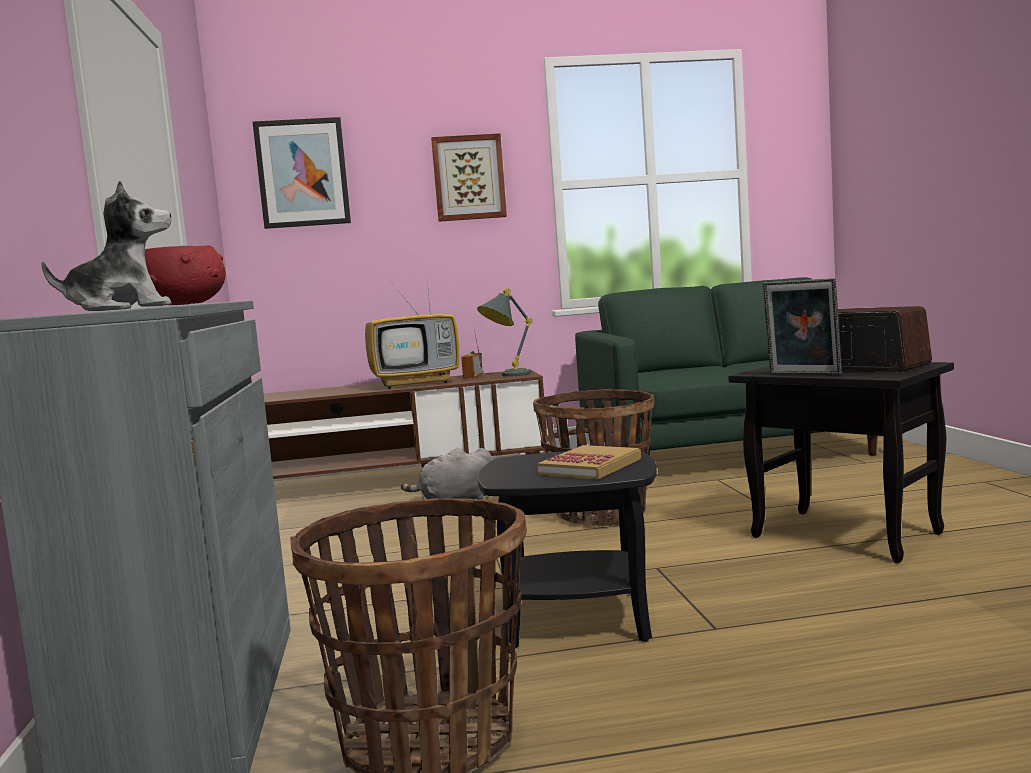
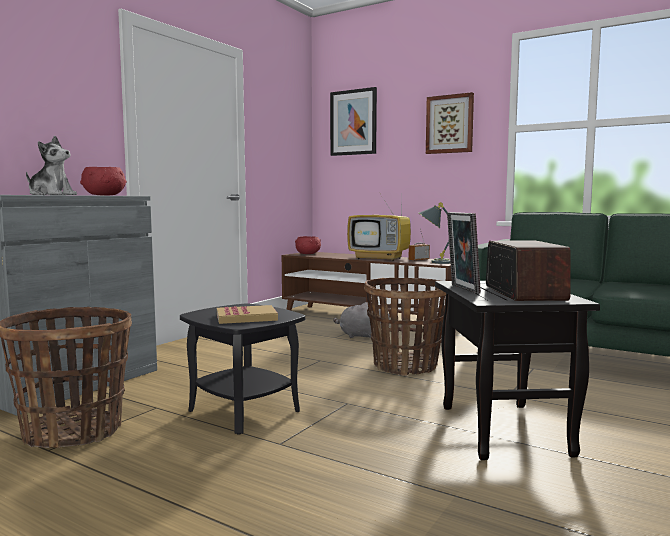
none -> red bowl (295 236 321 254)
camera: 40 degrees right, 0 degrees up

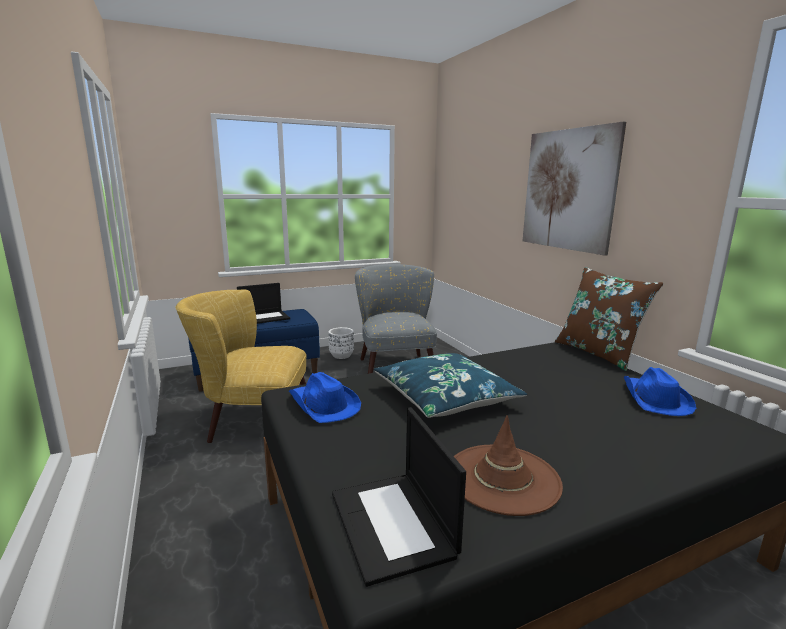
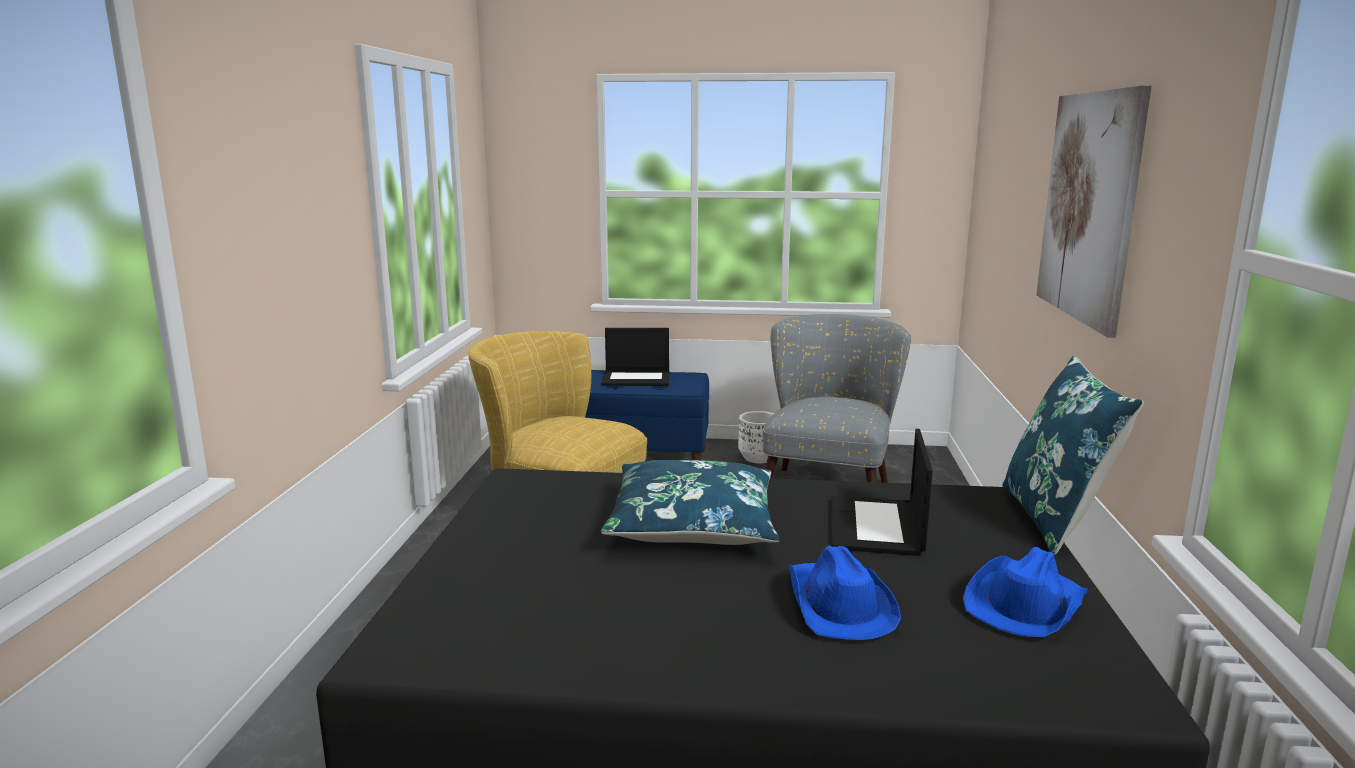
blue hat (289 372 361 423) -> blue hat (788 546 901 640), relocated
laptop (332 407 466 587) -> laptop (831 429 933 556), relocated
brown hat (454 416 563 516) -> none
brown pillow (555 267 664 371) -> blue pillow (1002 356 1144 555)
camera: 30 degrees right, 0 degrees up

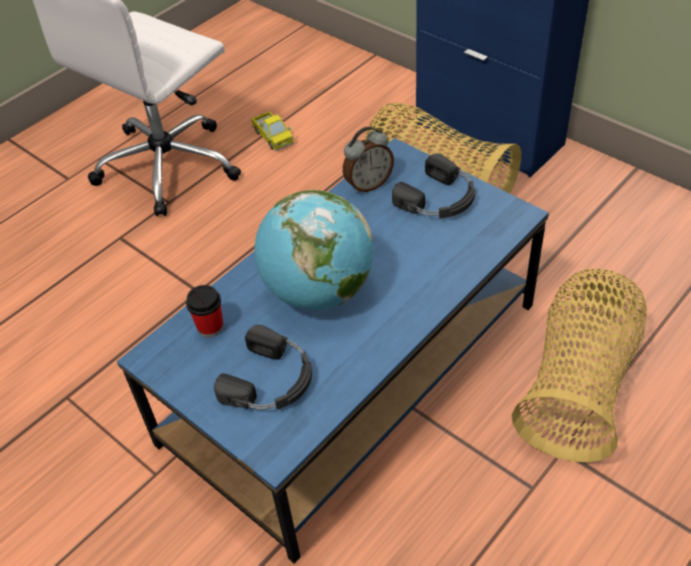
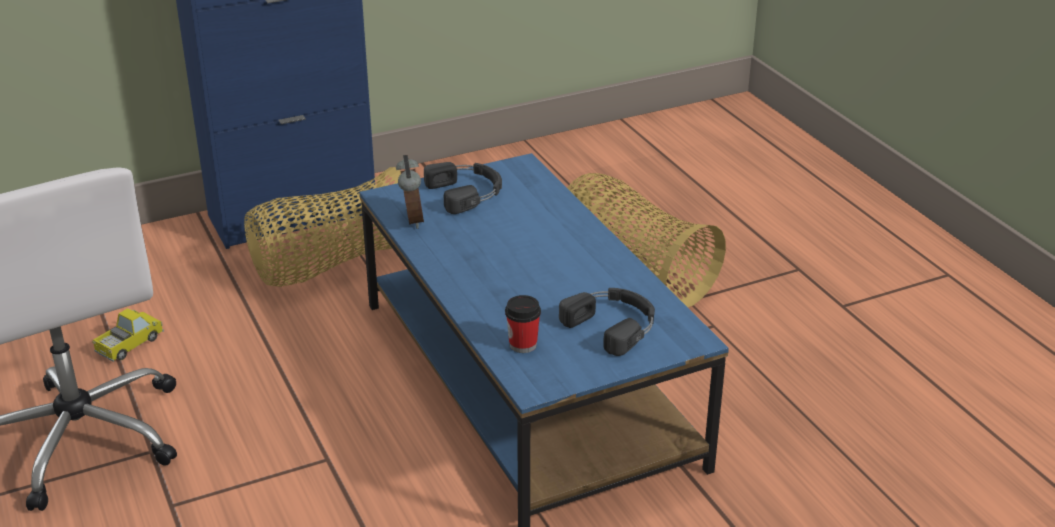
toy truck (251 111 294 151) -> toy truck (92 308 164 362), 45 degrees counterclockwise
globe (254 190 373 310) -> none
camera: 70 degrees left, 15 degrees down

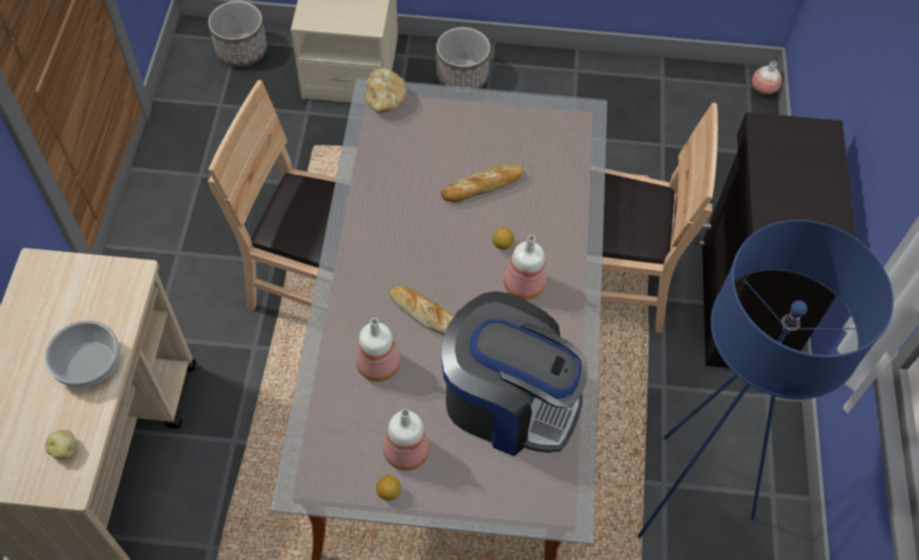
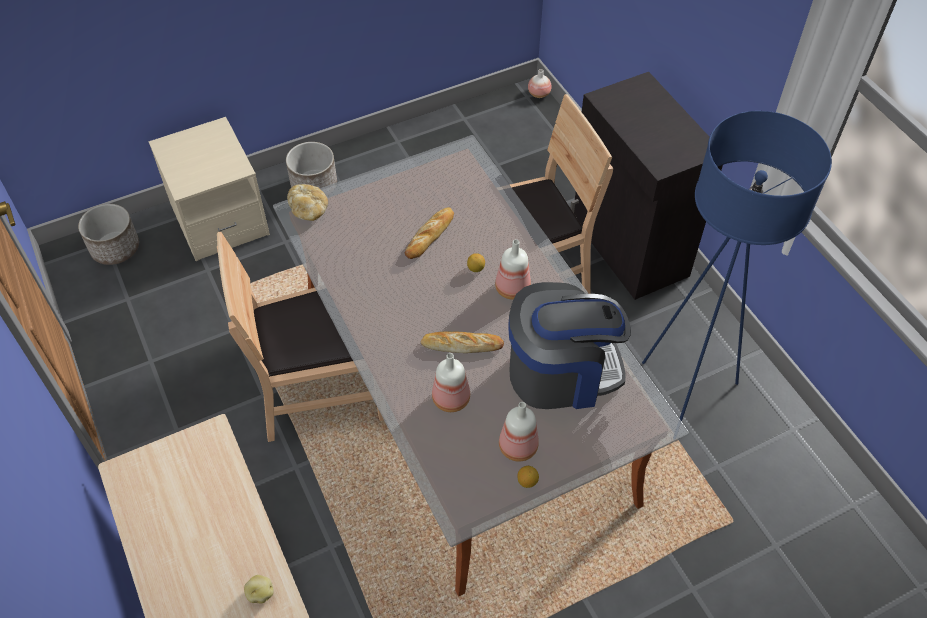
bowl (45 321 120 388) -> none
camera: 30 degrees left, 5 degrees down

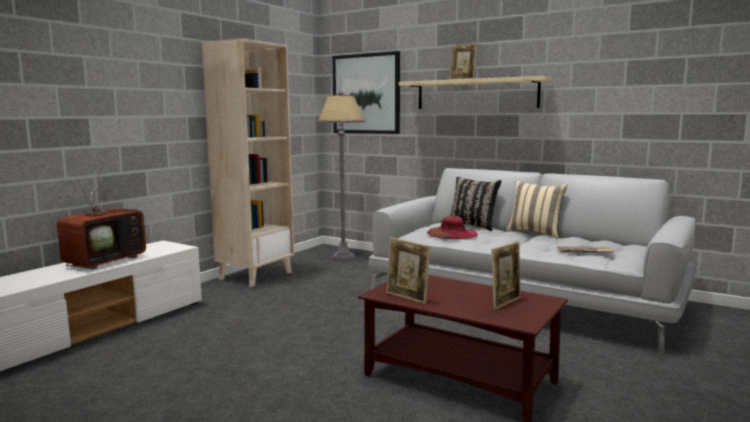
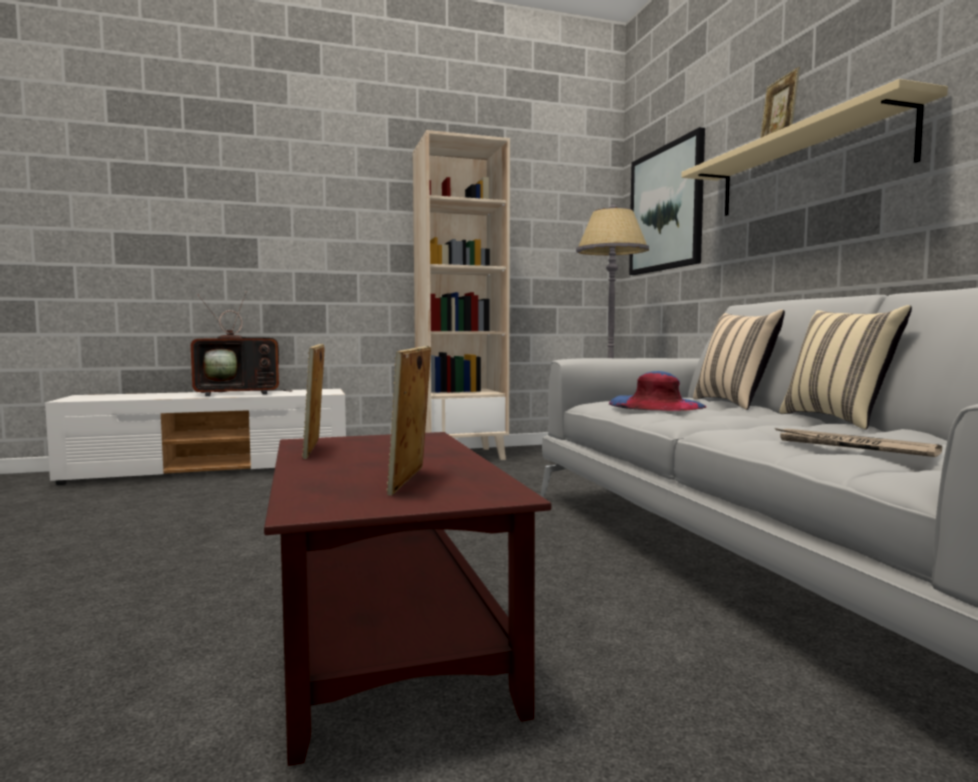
brown hat (427 215 478 239) -> blue hat (609 371 707 411)
black pillow (450 177 501 231) -> beige pillow (693 309 785 410)
picture frame (491 241 521 310) -> picture frame (386 346 431 495), 105 degrees clockwise
camera: 40 degrees right, 5 degrees down

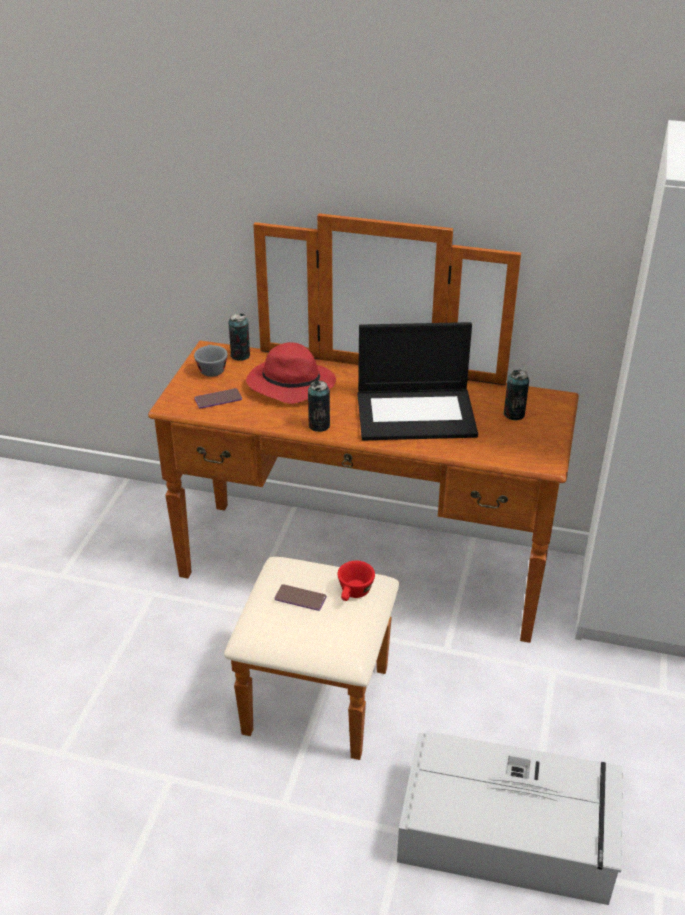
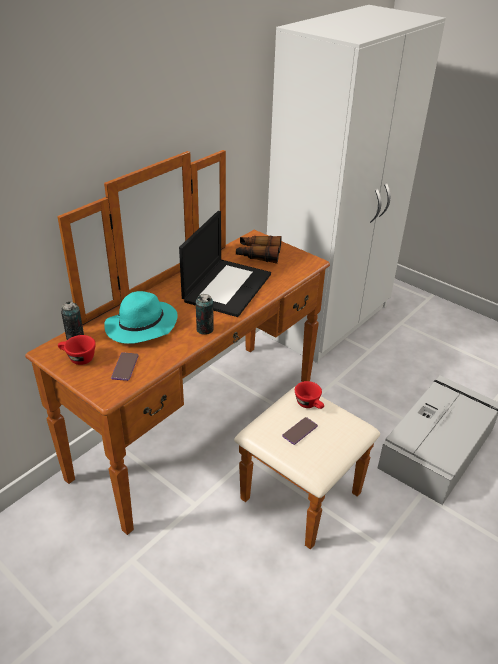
grey cup (194 345 228 377) -> red cup (58 335 96 365)
red hat (246 342 336 404) -> turquoise hat (104 291 178 344)
can (503 370 529 420) -> binoculars (236 236 282 264)
camera: 65 degrees left, 0 degrees up

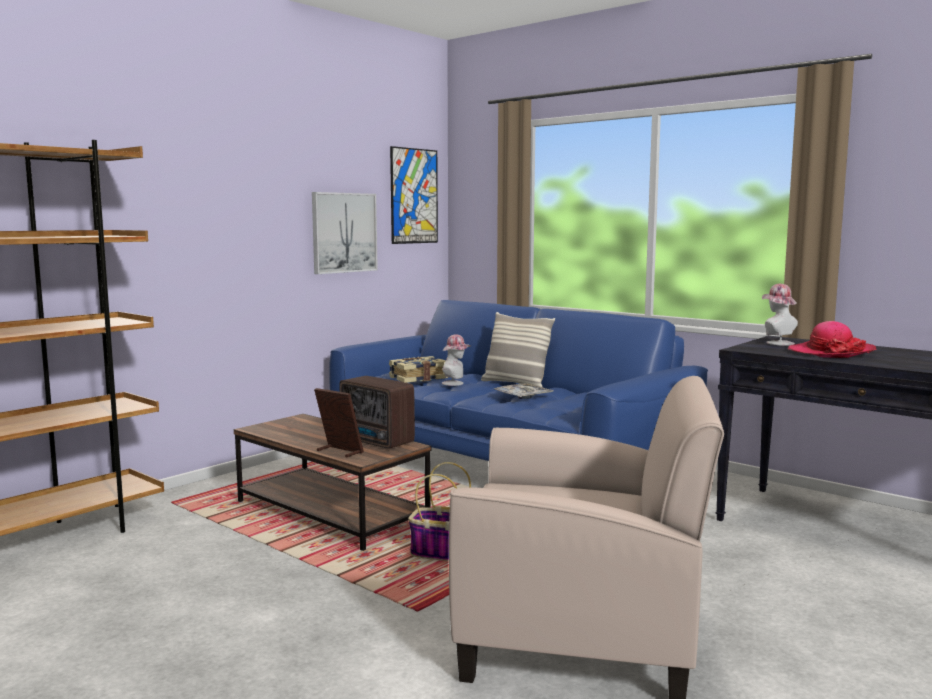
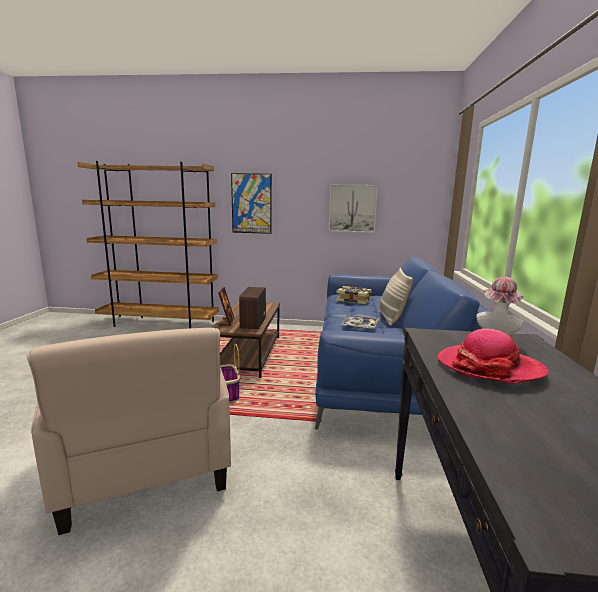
picture (390 146 438 244) -> picture (231 173 272 234), relocated
hat (442 334 471 386) -> none
camera: 55 degrees right, 5 degrees up

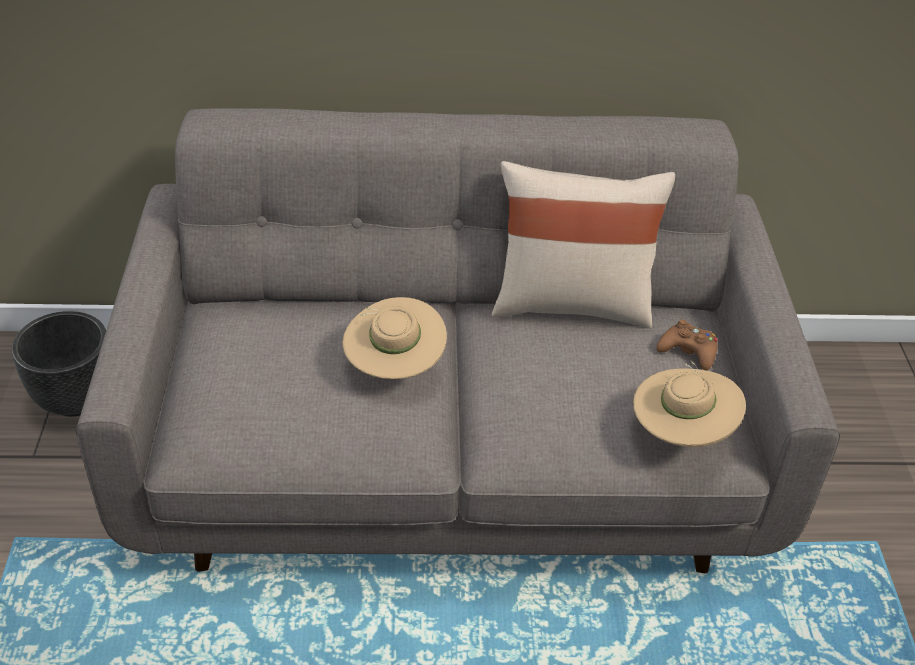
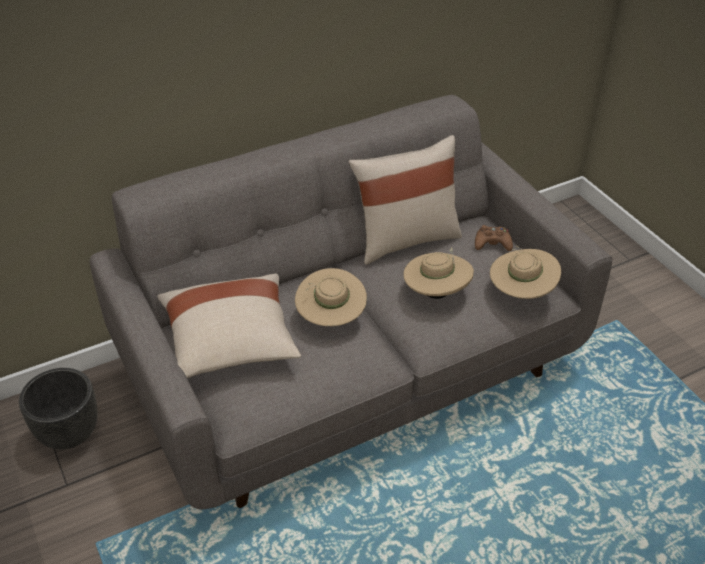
none -> beige pillow (157 274 301 378)
none -> beige hat (403 247 474 299)
camera: 25 degrees left, 0 degrees up

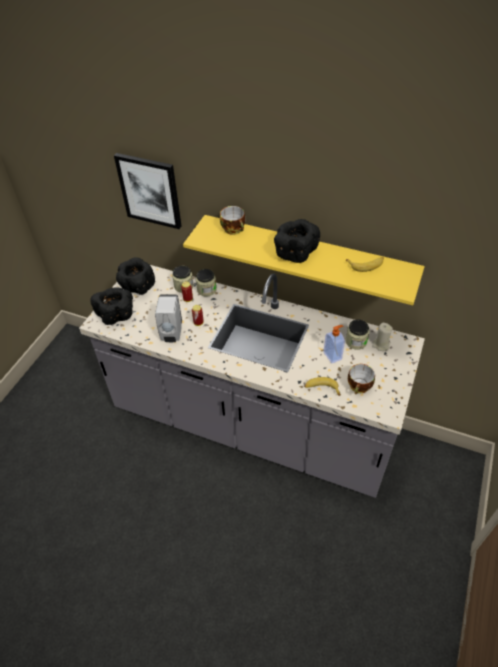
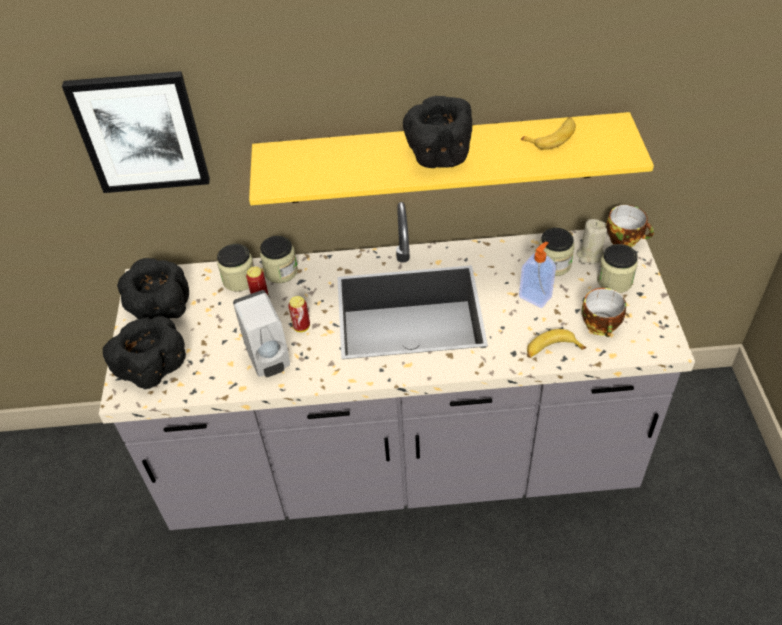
cup (220 206 245 235) -> cup (606 205 654 247), relocated
none -> jar (597 244 638 293)
camera: 25 degrees left, 0 degrees up

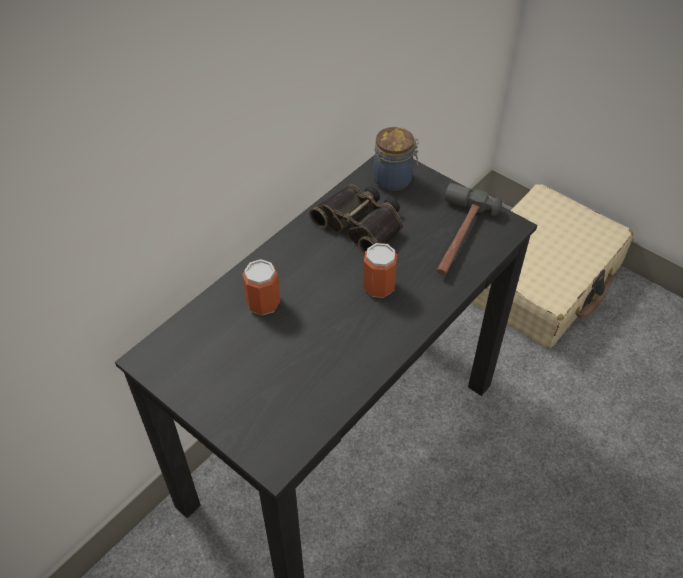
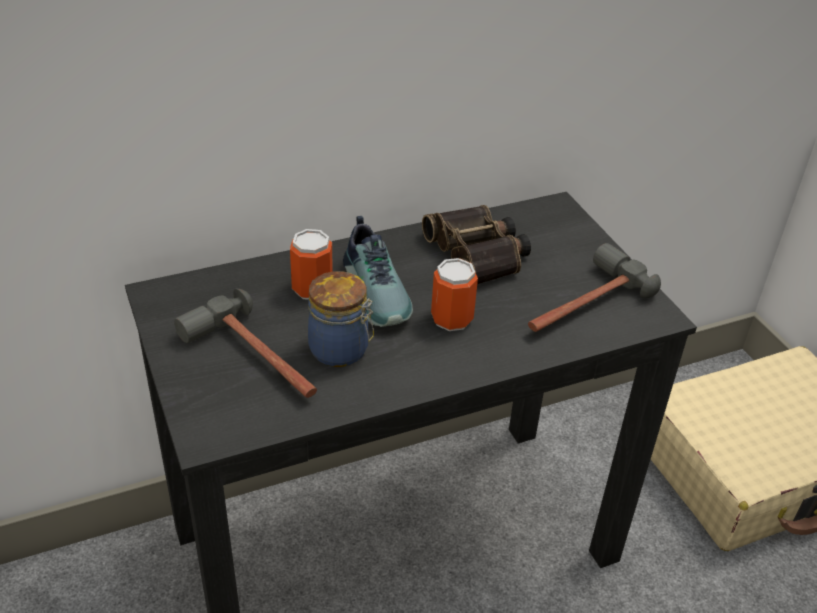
jar (373 127 419 191) -> jar (308 271 374 367), relocated
none -> hammer (174 289 317 398)
none -> shoe (343 216 413 327)
camera: 25 degrees right, 10 degrees down

